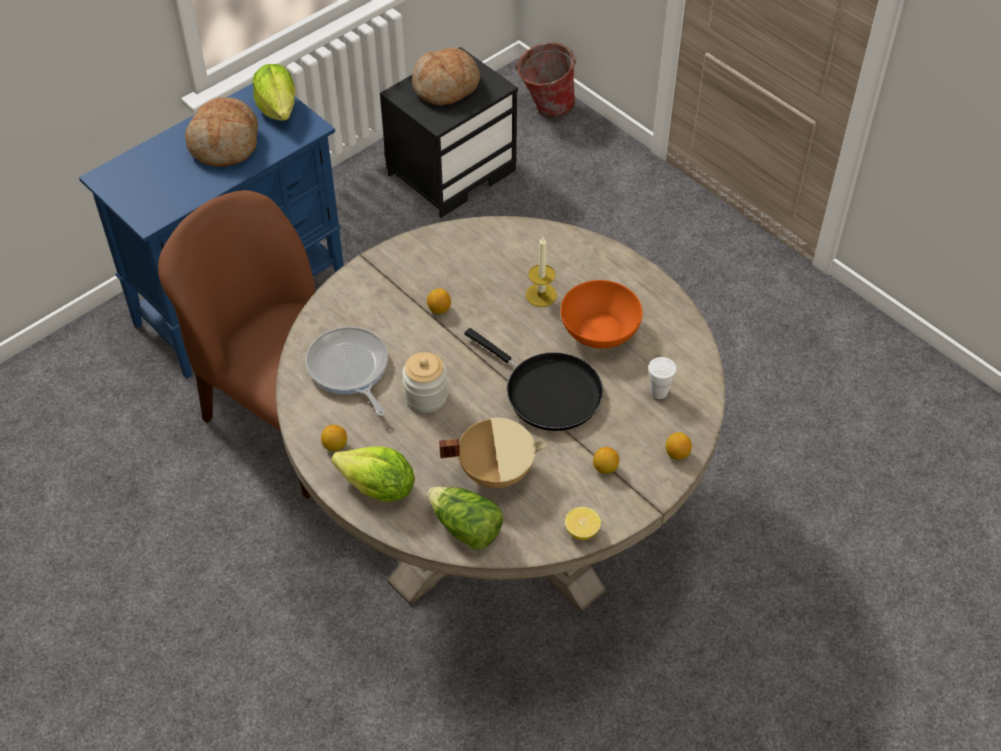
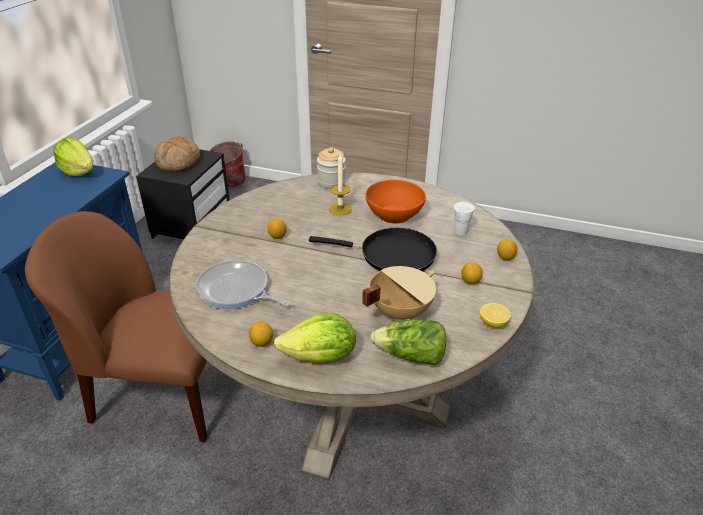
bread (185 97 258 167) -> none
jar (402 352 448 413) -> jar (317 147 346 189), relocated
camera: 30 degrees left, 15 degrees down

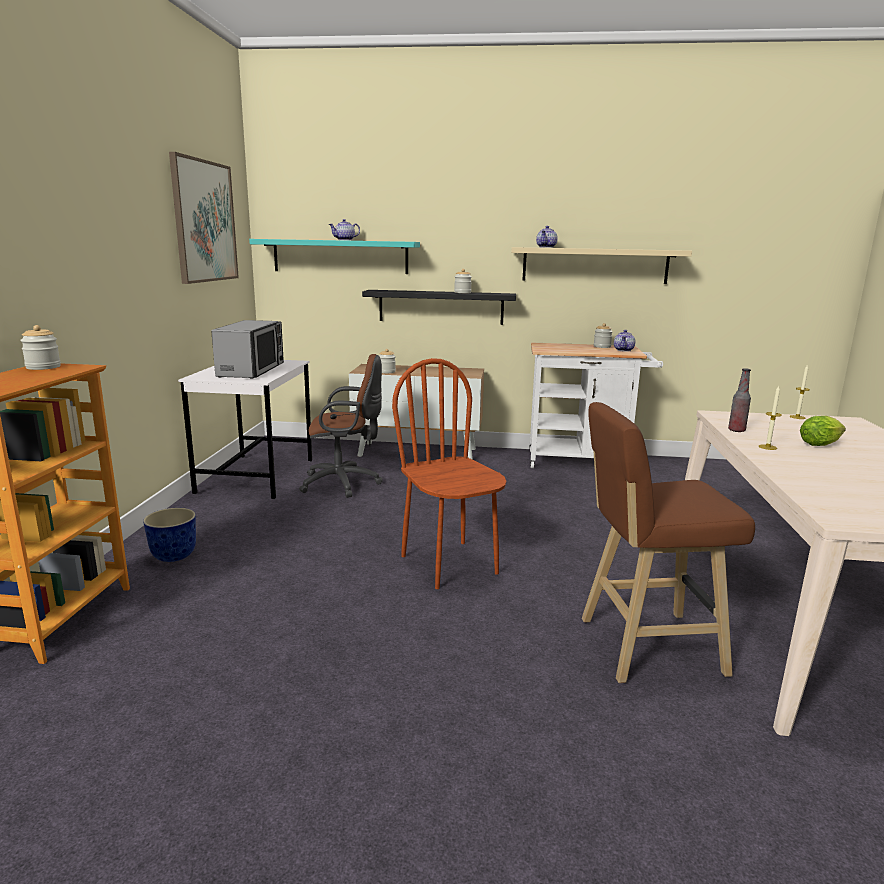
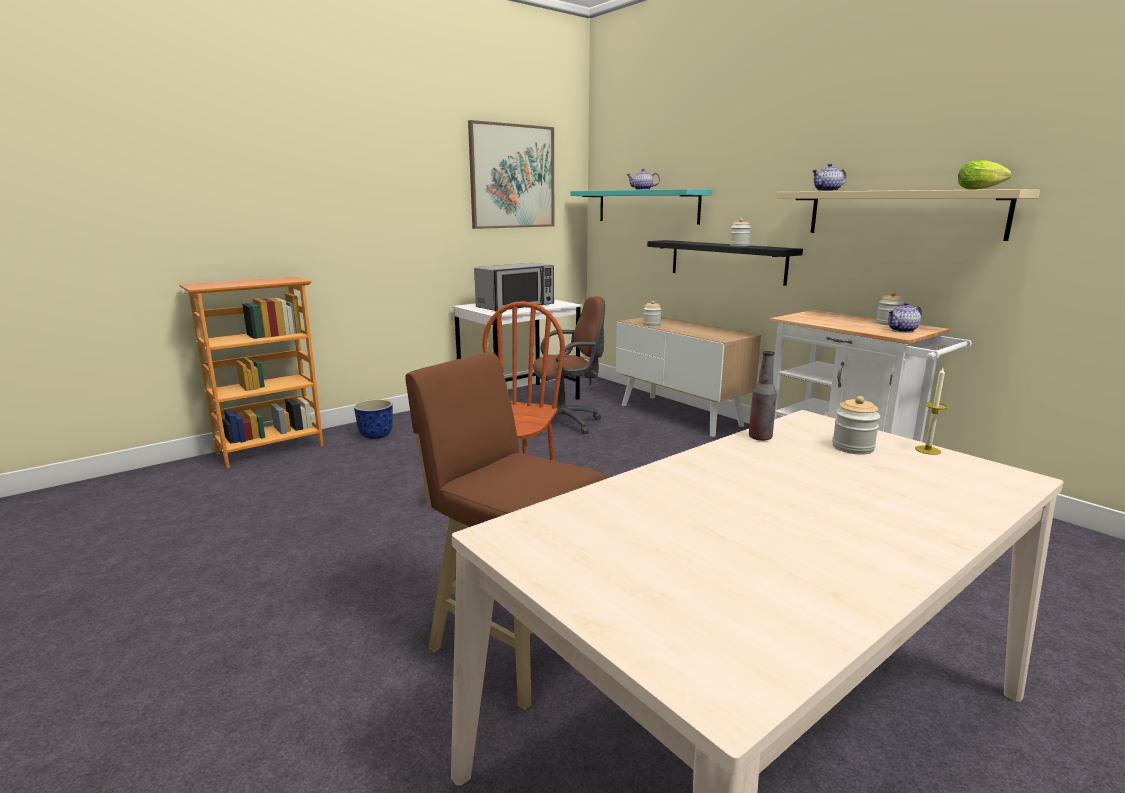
jar (20 325 61 370) -> jar (832 396 880 454), relocated
brown office chair (299 354 383 498) -> brown office chair (533 296 605 435), 60 degrees counterclockwise
candle (759 386 782 450) -> none
lettuce (800 416 846 446) -> lettuce (958 160 1011 190), relocated
camera: 45 degrees right, 0 degrees up

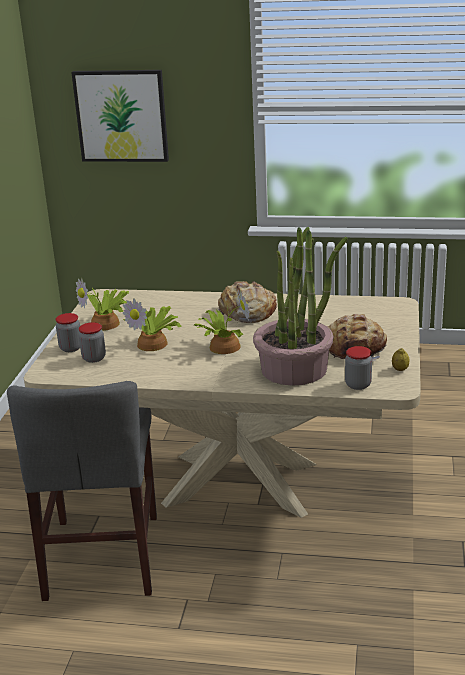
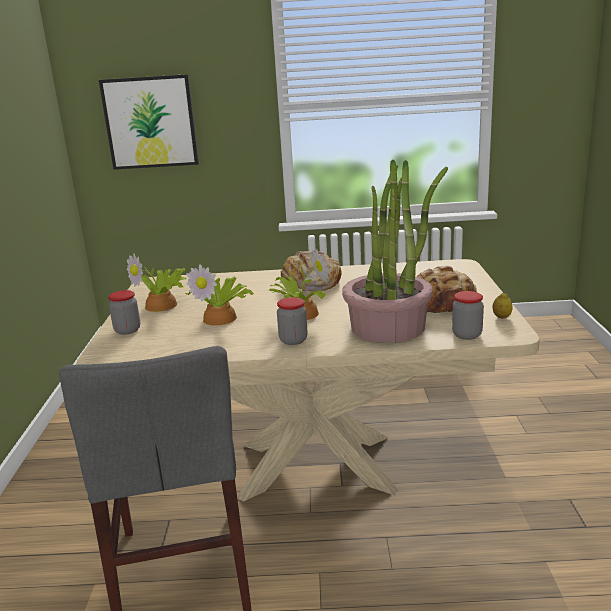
jar (79 322 106 363) -> jar (277 297 308 345), relocated
camera: 10 degrees left, 5 degrees down

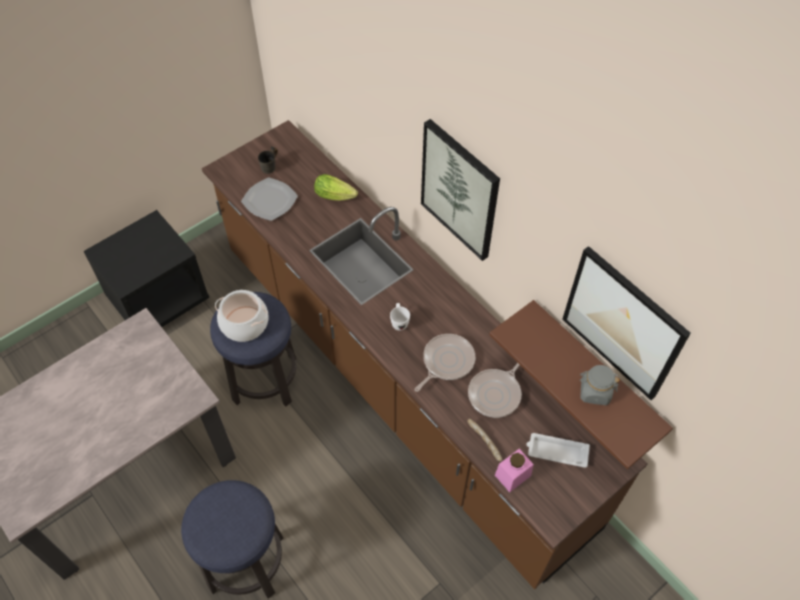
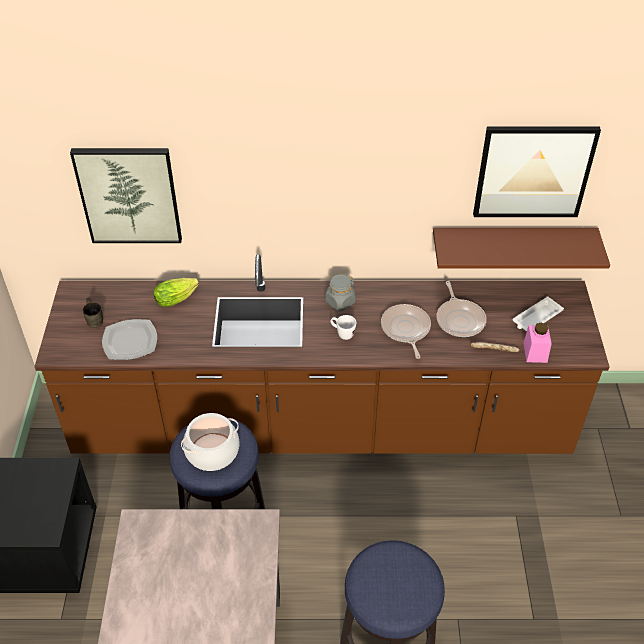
picture (421 119 500 261) -> picture (70 148 182 243), relocated
grey jar (580 365 620 405) -> grey jar (325 274 356 311), relocated
camera: 50 degrees left, 10 degrees down

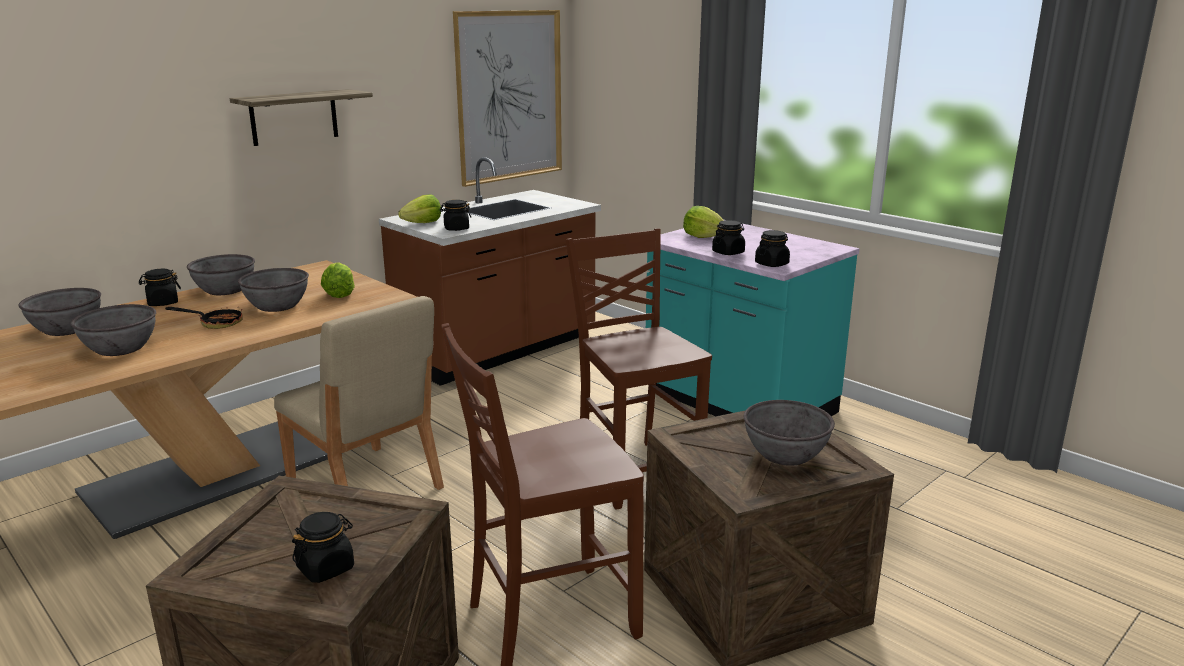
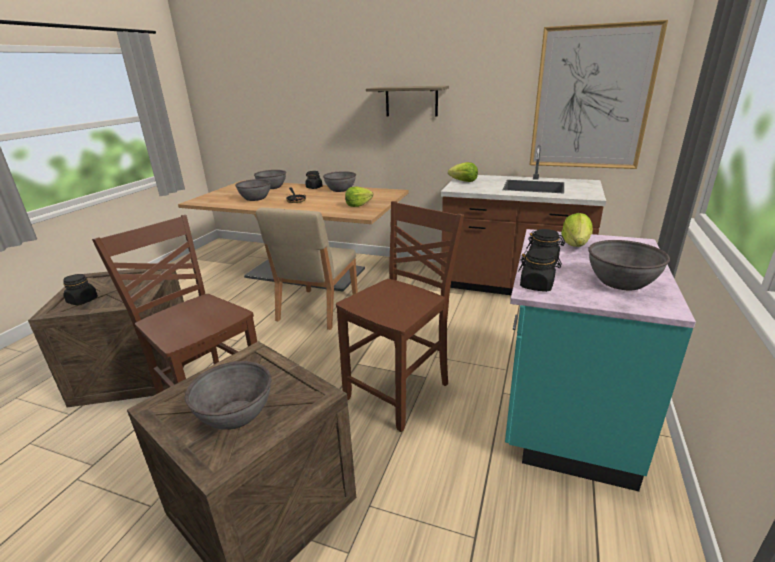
grey bowl (238 268 309 312) -> grey bowl (588 240 670 290), relocated
black jar (440 200 472 231) -> none
camera: 65 degrees right, 5 degrees up

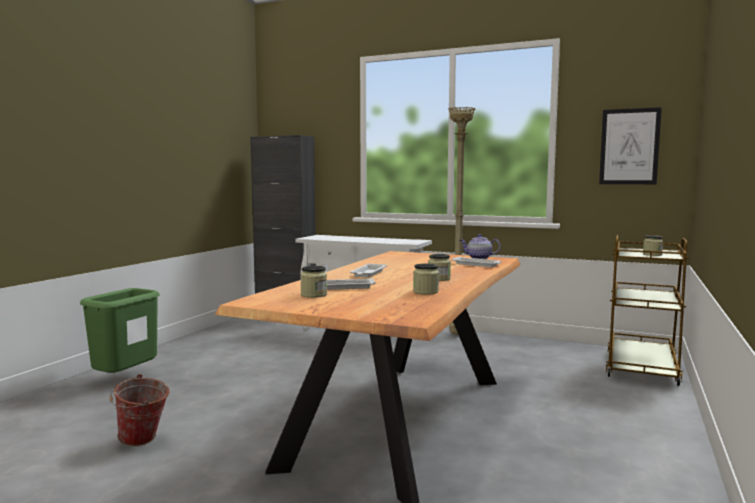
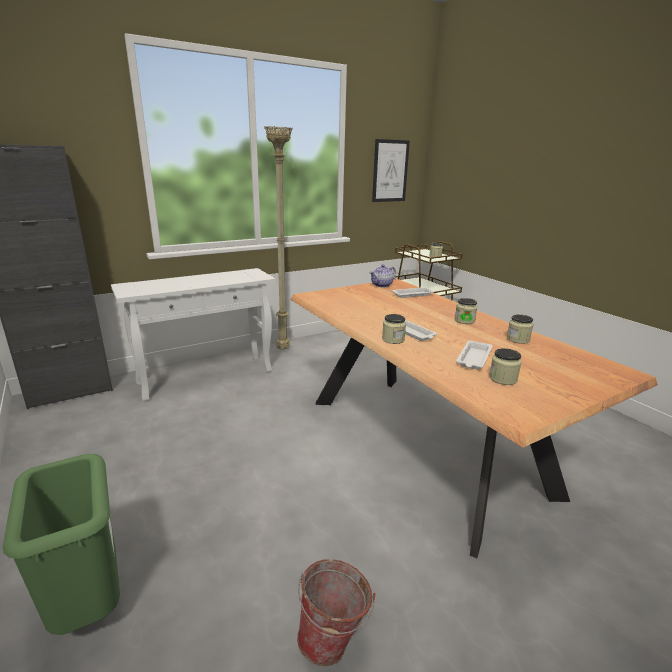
none -> jar (382 314 406 344)
camera: 55 degrees left, 15 degrees up

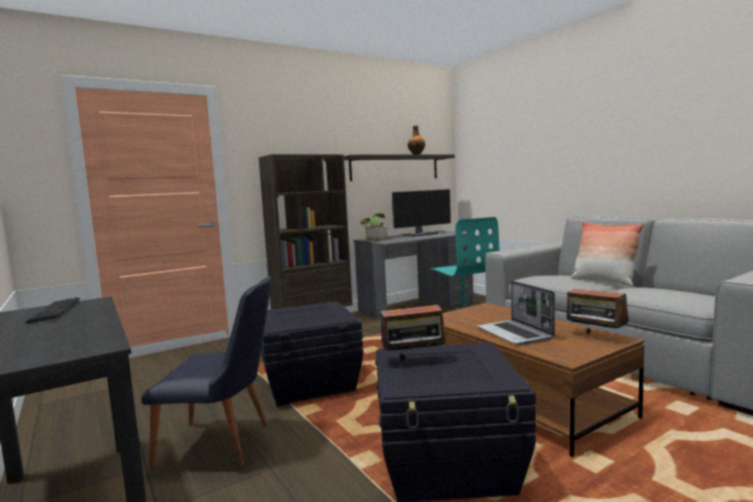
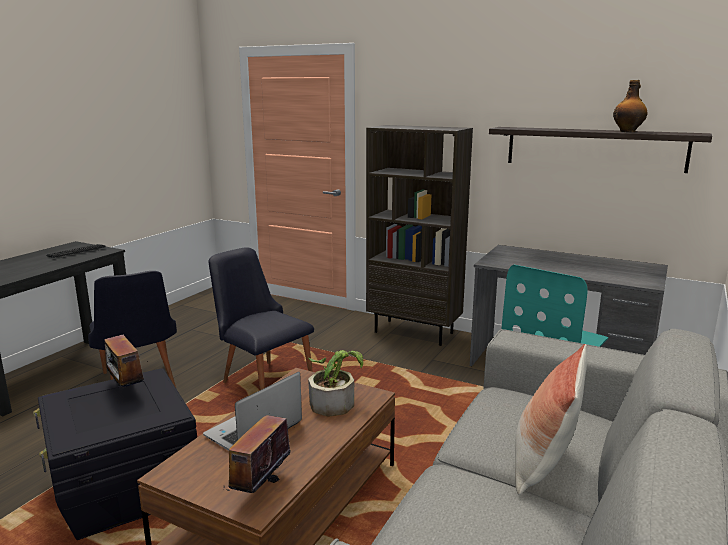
black storage box (261 302 363 406) -> black chair (208 247 314 390)
potted plant (360 213 388 241) -> potted plant (308 350 363 416), relocated
monitor (392 189 451 237) -> none
camera: 60 degrees right, 10 degrees up

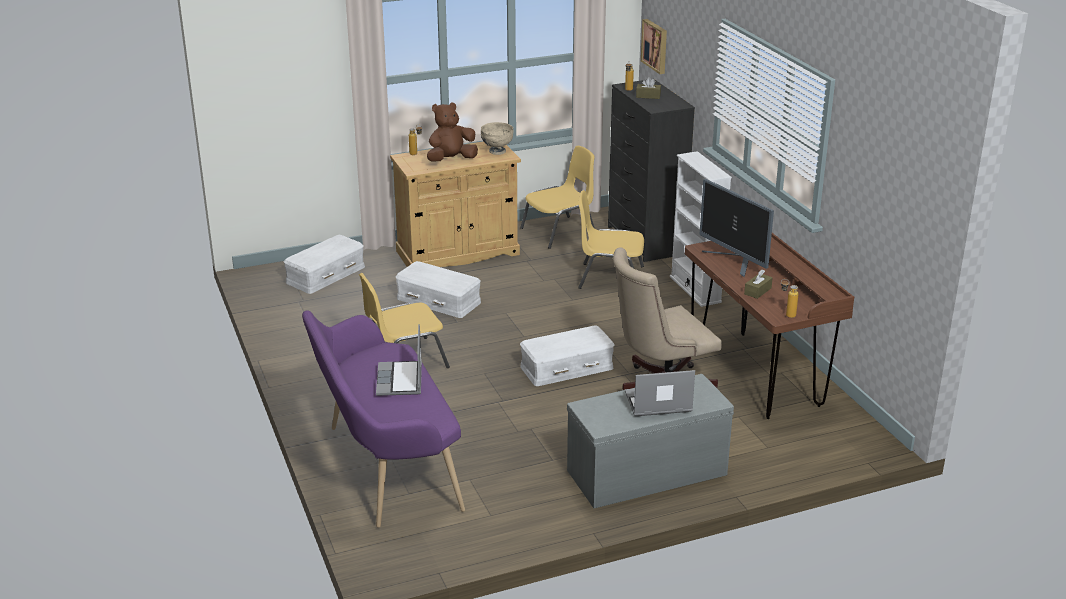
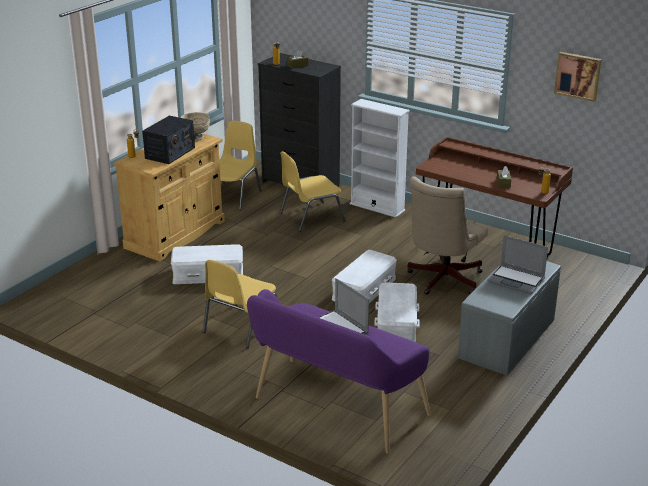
white storage box (283 235 365 294) -> white storage box (374 282 419 342), relocated
brown plush toy (427 102 478 162) -> radio (142 116 195 164)
laptop (625 370 695 416) -> laptop (487 235 548 294), 105 degrees counterclockwise
picture (641 19 667 74) -> picture (554 52 602 102), relocated
monitor (700 179 774 277) -> none
camera: 35 degrees left, 0 degrees up

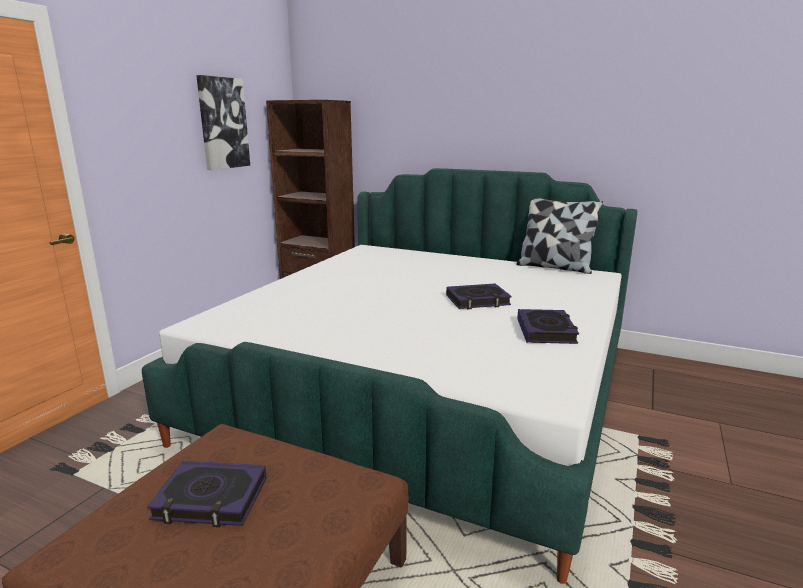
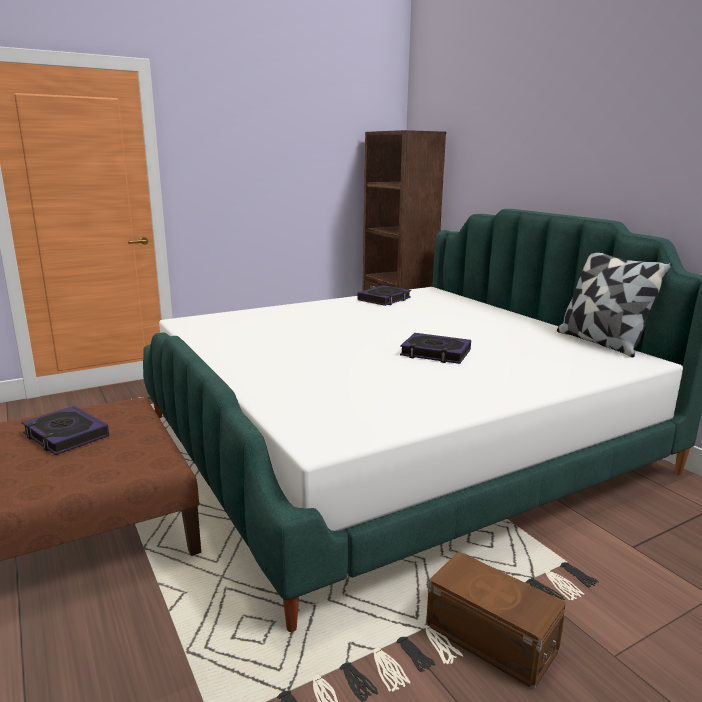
picture (196 75 250 170) -> none
book (517 309 579 344) -> book (358 285 411 306), relocated
none -> brown storage box (426 551 566 689)
camera: 35 degrees right, 0 degrees up

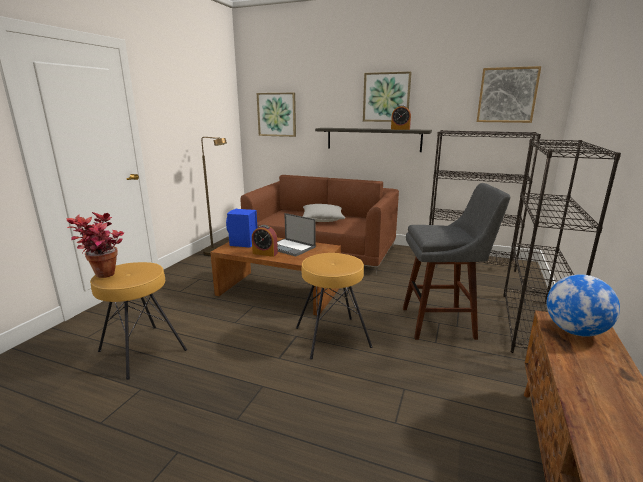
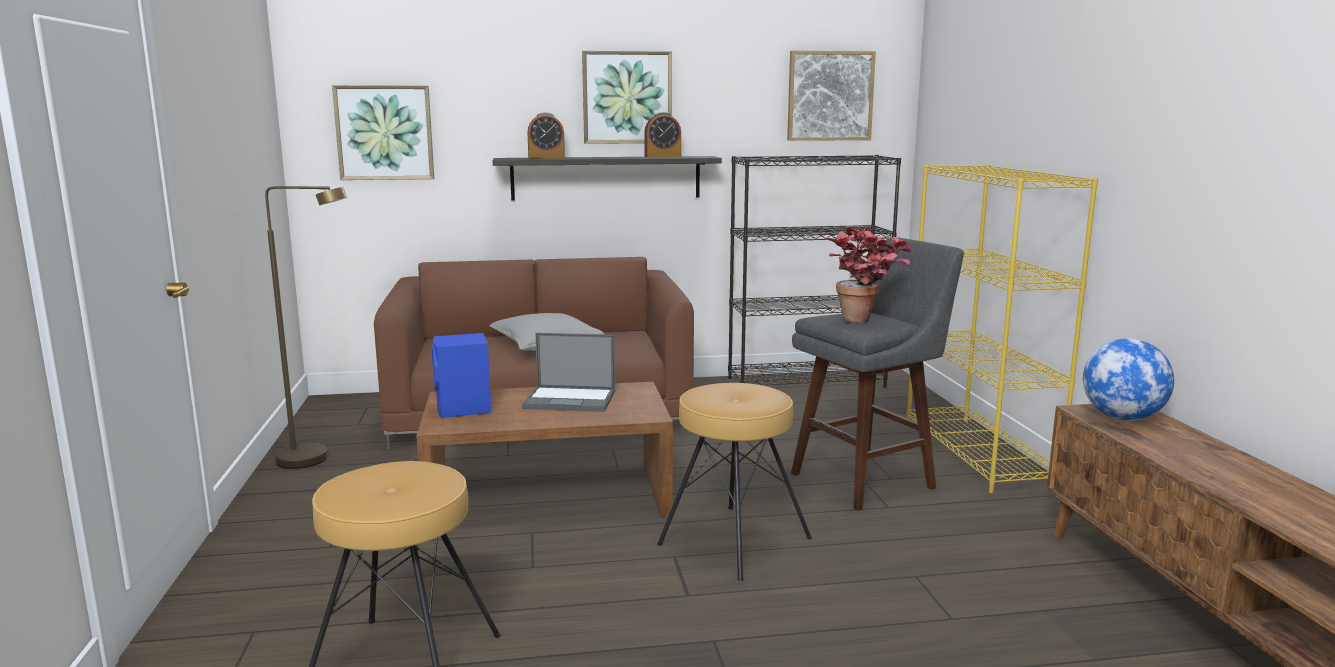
potted plant (67 212 124 278) -> potted plant (827 226 912 323), relocated
alarm clock (252 225 278 257) -> alarm clock (528 112 565 159), relocated
black bookcase (503 139 621 353) -> yellow bookcase (907 164 1098 494)
camera: 30 degrees left, 5 degrees down

